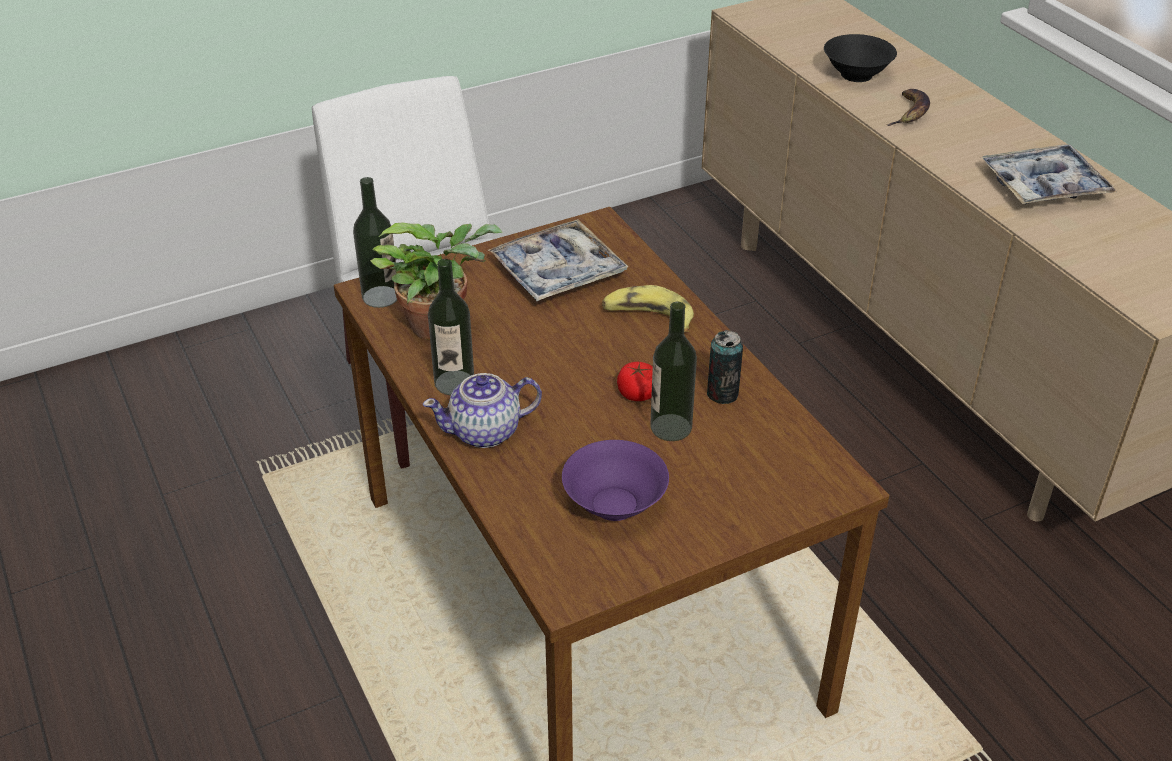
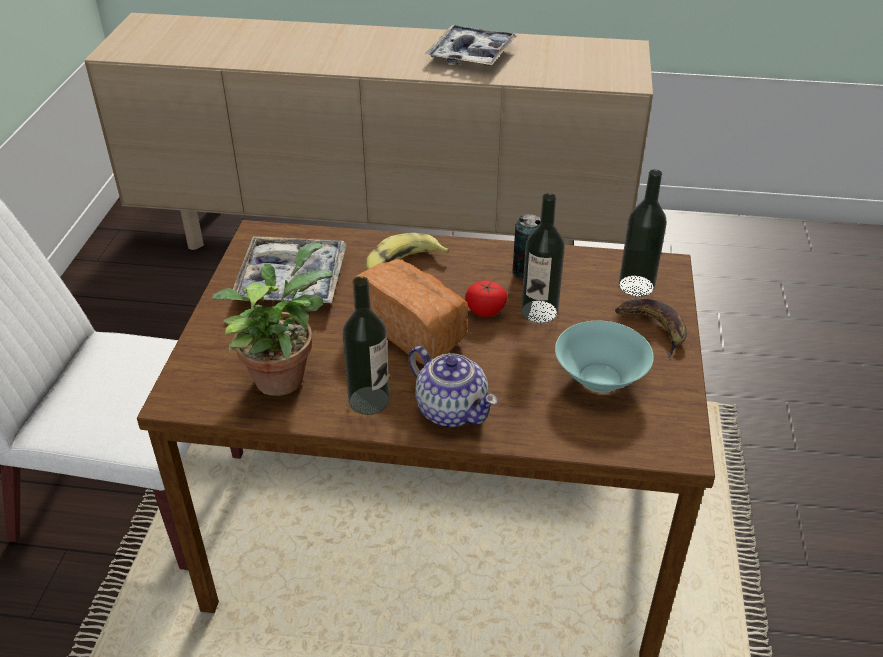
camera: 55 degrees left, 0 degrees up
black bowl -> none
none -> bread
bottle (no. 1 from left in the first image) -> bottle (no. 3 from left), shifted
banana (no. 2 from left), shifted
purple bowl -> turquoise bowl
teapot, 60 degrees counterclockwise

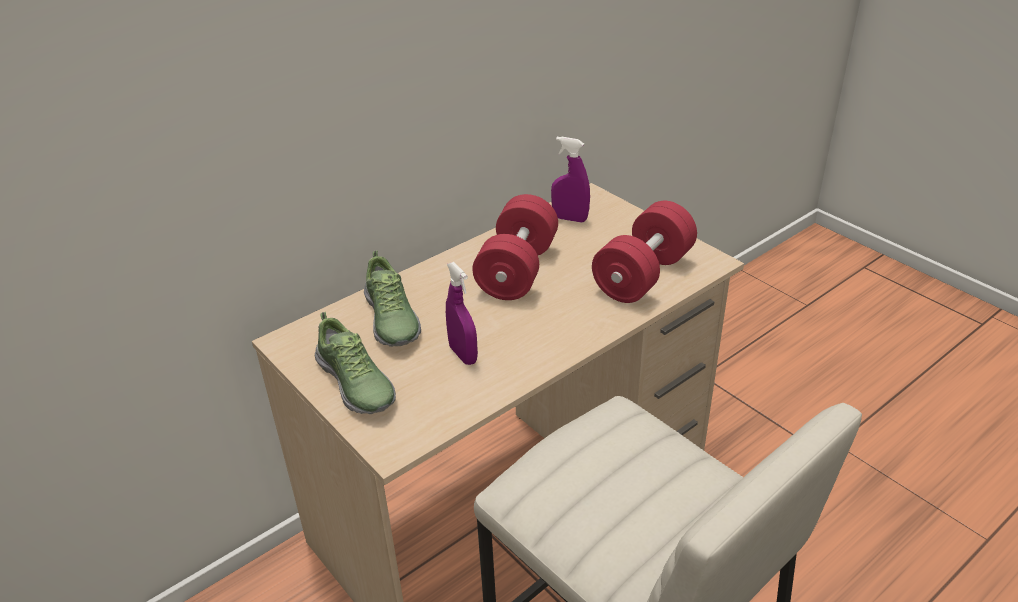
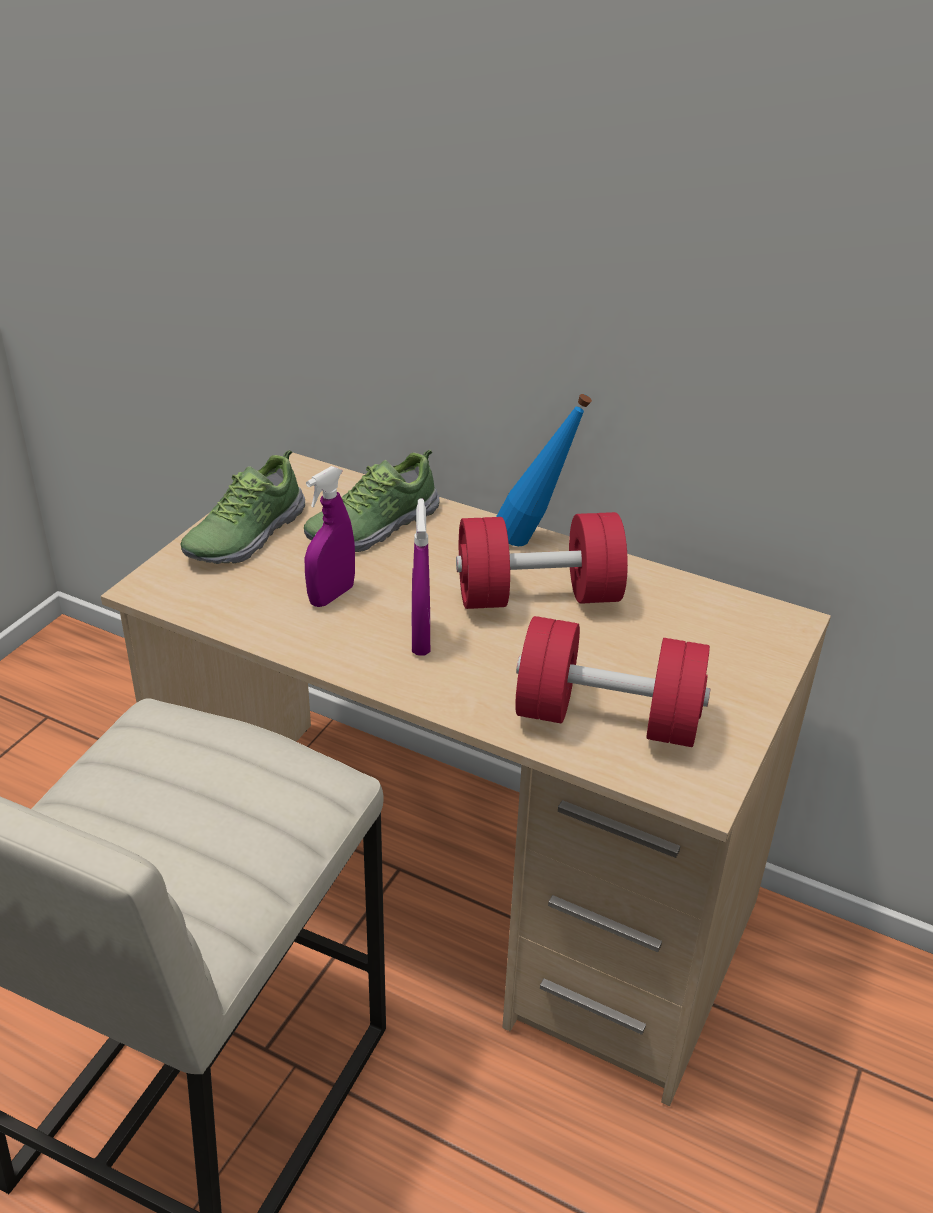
camera: 65 degrees right, 0 degrees up
none -> blue bottle
purple spray bottle (no. 2 from left), shifted

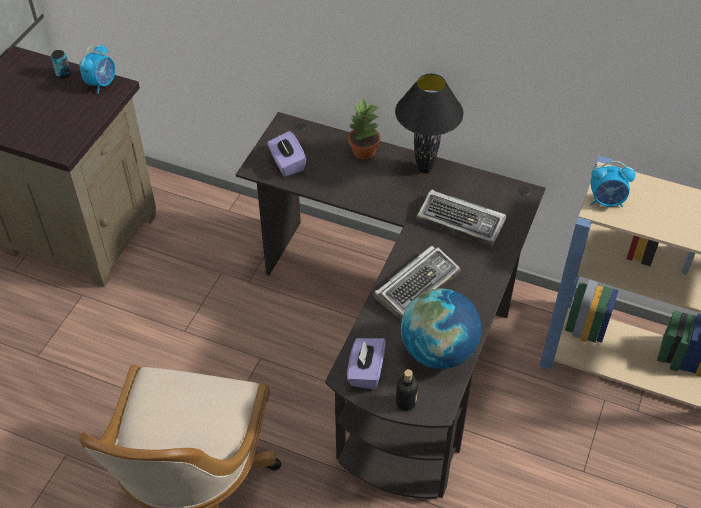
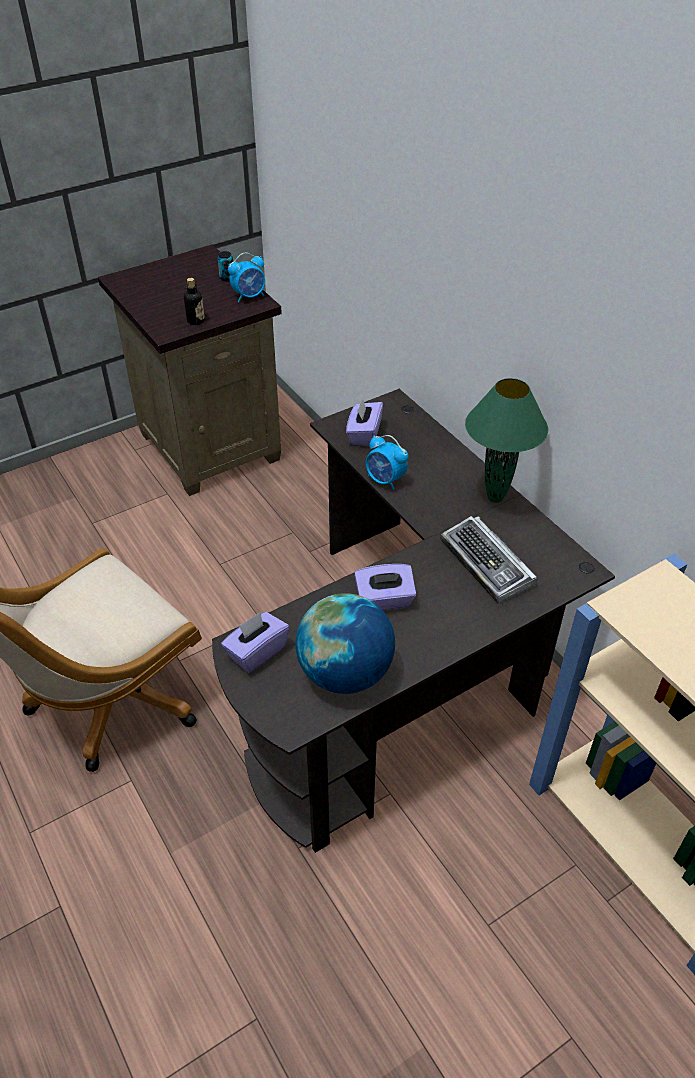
camera: 35 degrees right, 5 degrees down
potted plant -> none
bottle, shifted
alarm clock (no. 2 from left), shifted
keyboard (no. 1 from left) -> purple tissue box (no. 3 from left)
black table lamp -> green table lamp

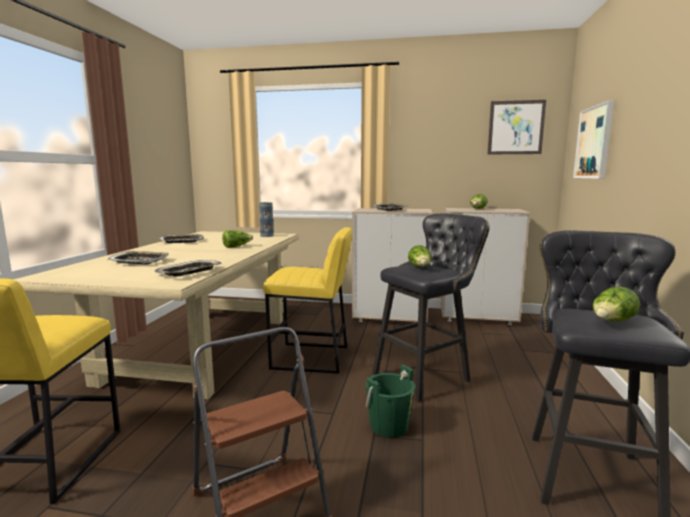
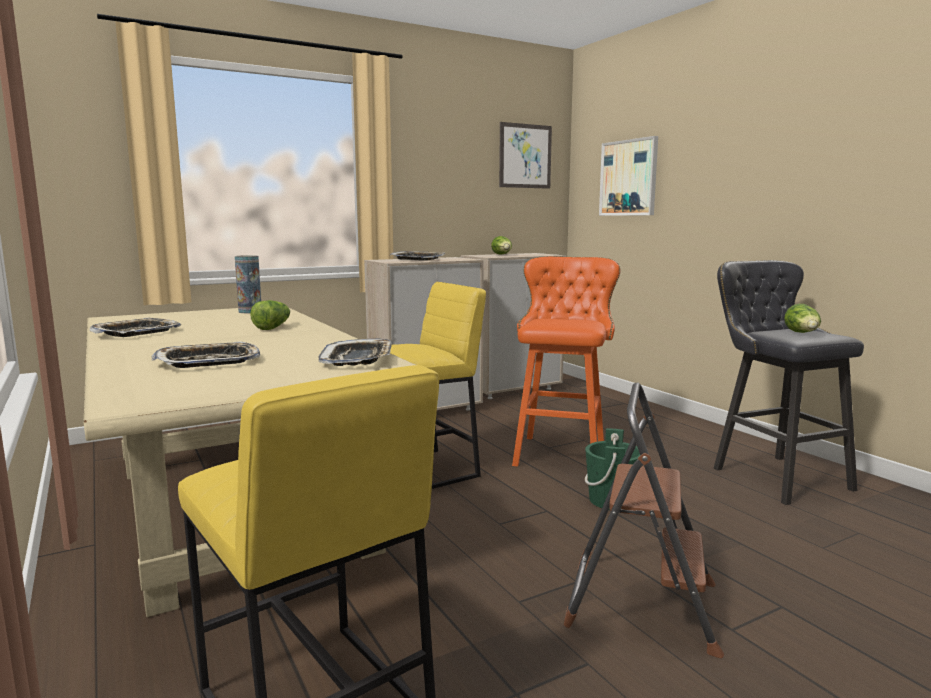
camera: 40 degrees left, 0 degrees up
lettuce (no. 2 from left) -> none
black stool (no. 1 from left) -> orange stool

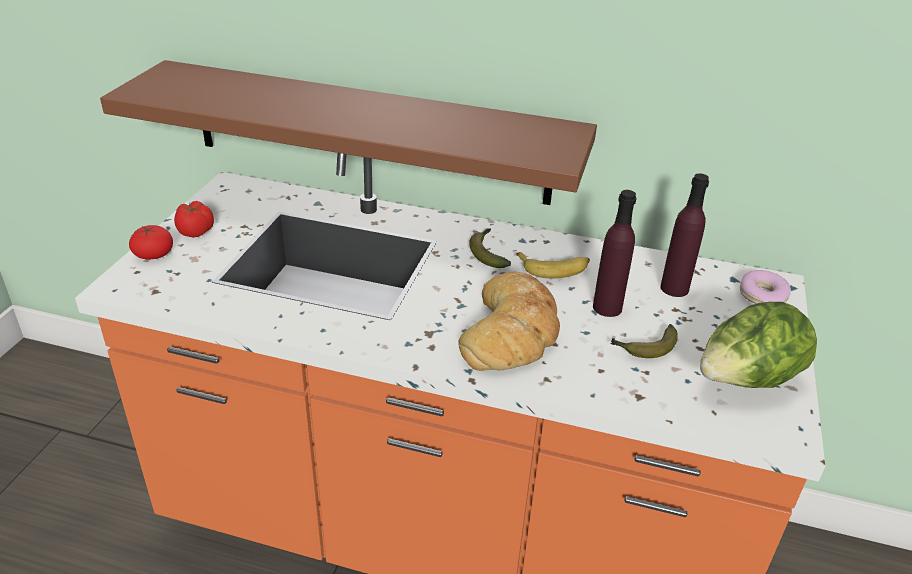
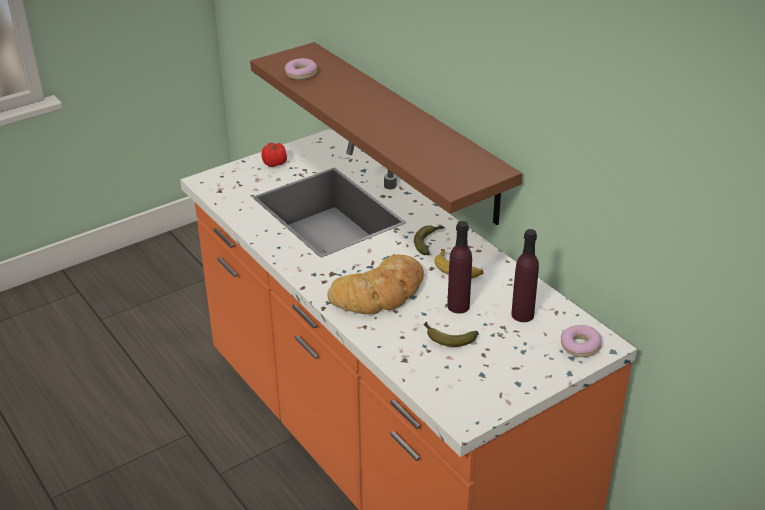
camera: 40 degrees right, 0 degrees up
tomato (no. 1 from left) -> none
lettuce -> none
none -> donut (no. 1 from left)

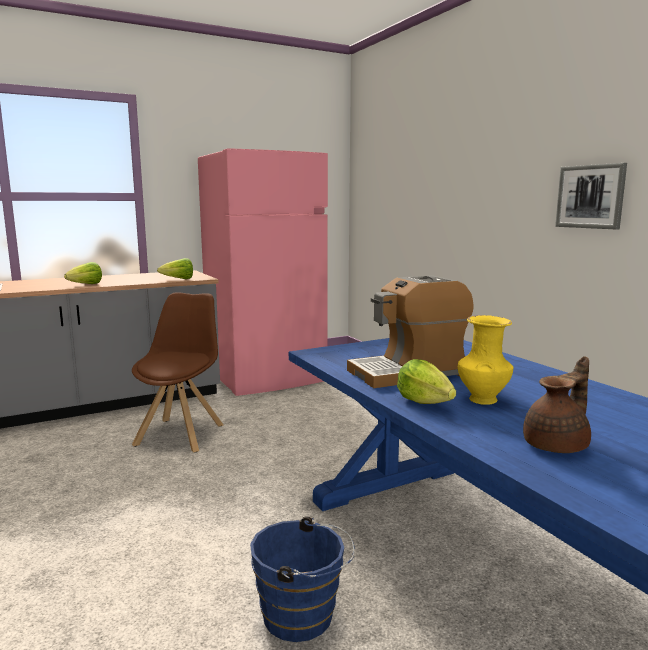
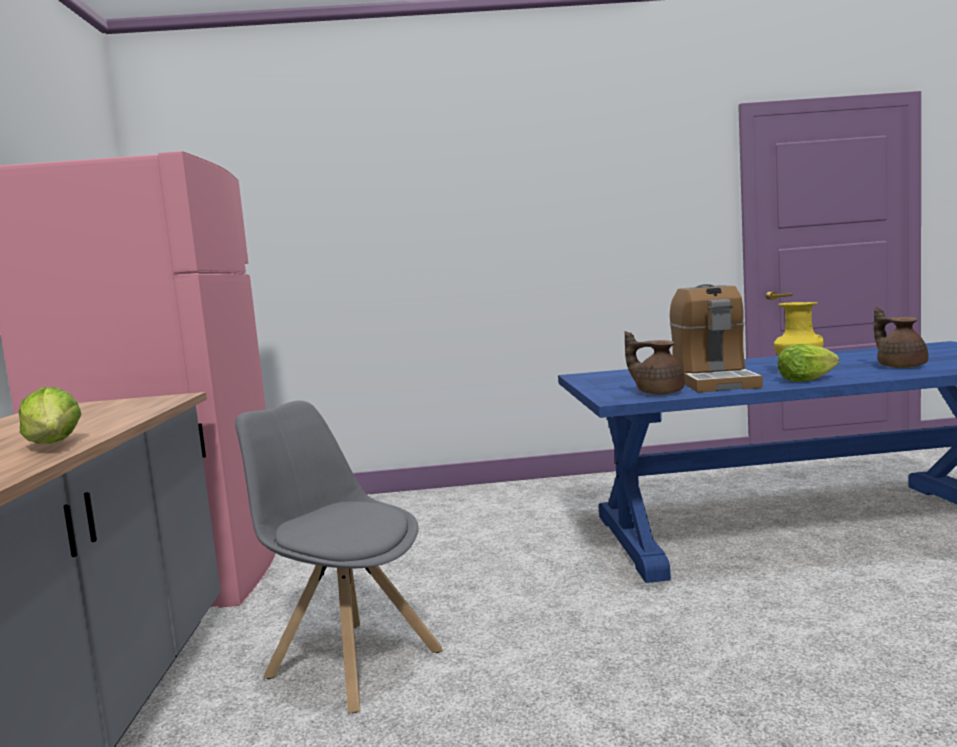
camera: 65 degrees left, 5 degrees down
lettuce (no. 2 from left) -> none
blue bucket -> none
picture -> none
none -> brown teapot (no. 1 from left)
brown chair -> grey chair

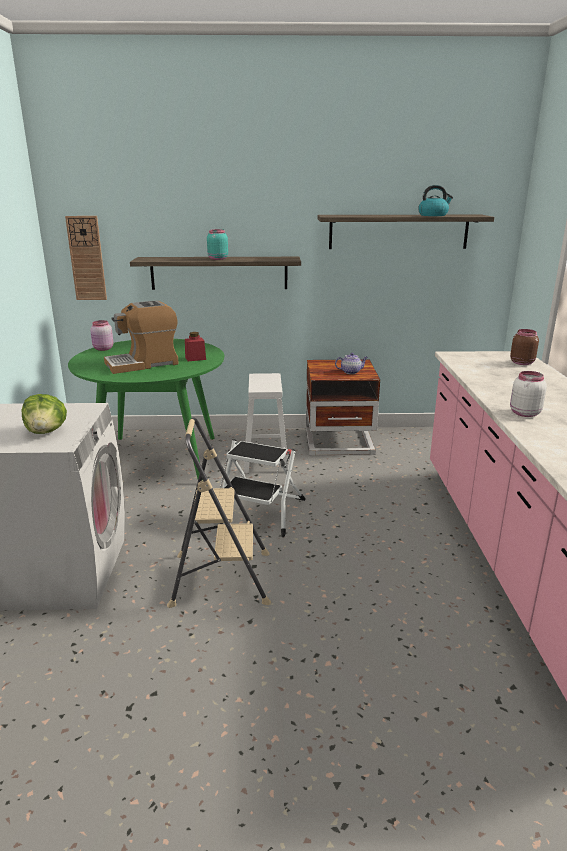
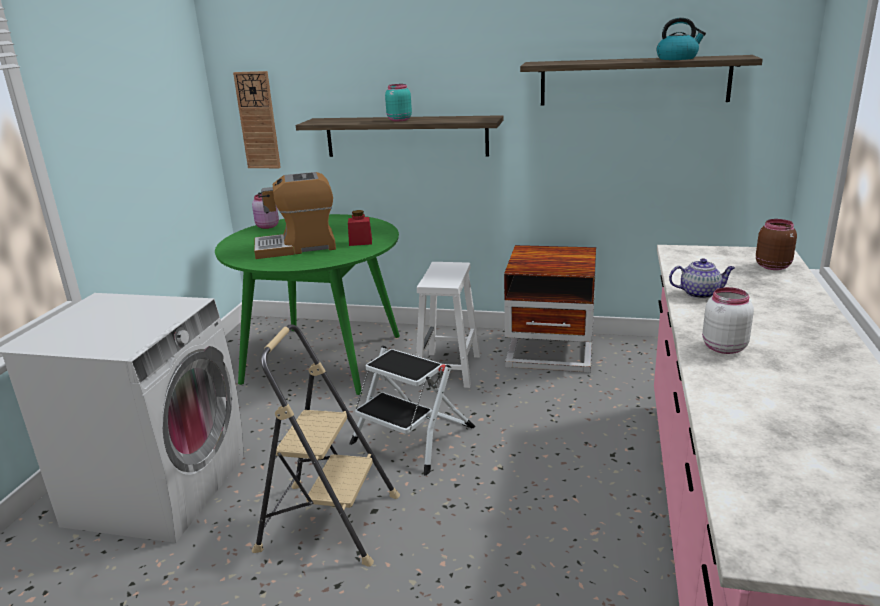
camera: 15 degrees right, 0 degrees up
lettuce -> none
teapot, shifted

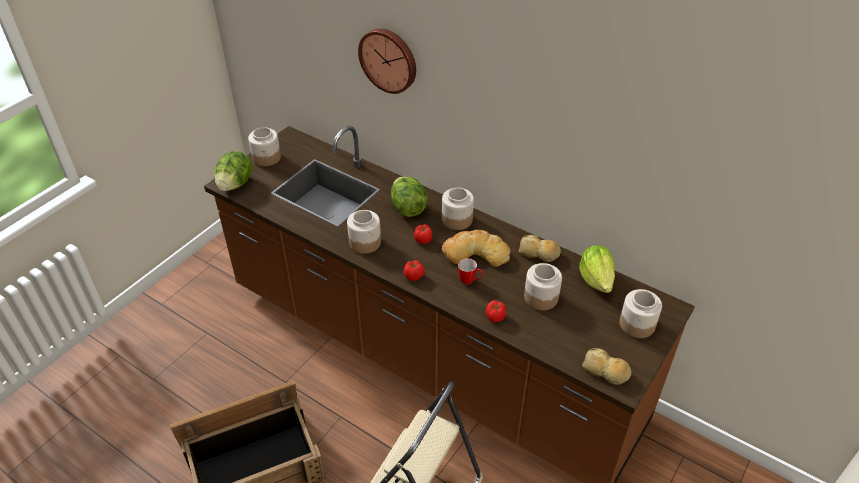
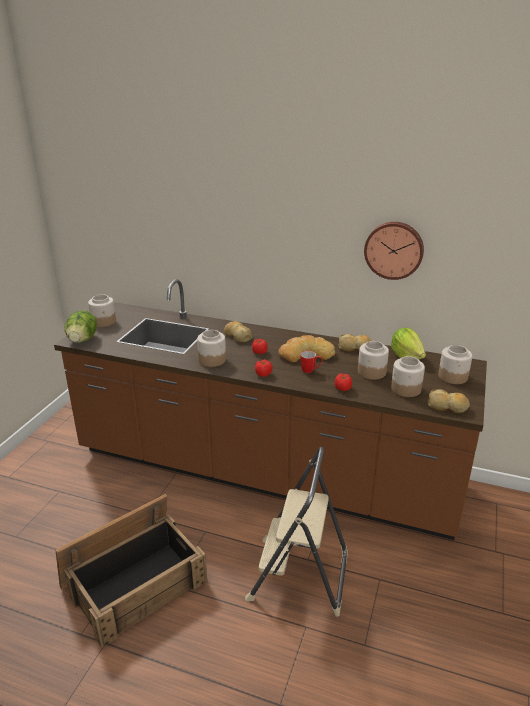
camera: 15 degrees left, 15 degrees down
wall clock, shifted
jar (no. 3 from left in the first image) -> jar (no. 4 from left), shifted
lettuce (no. 2 from left) -> bread (no. 1 from left)

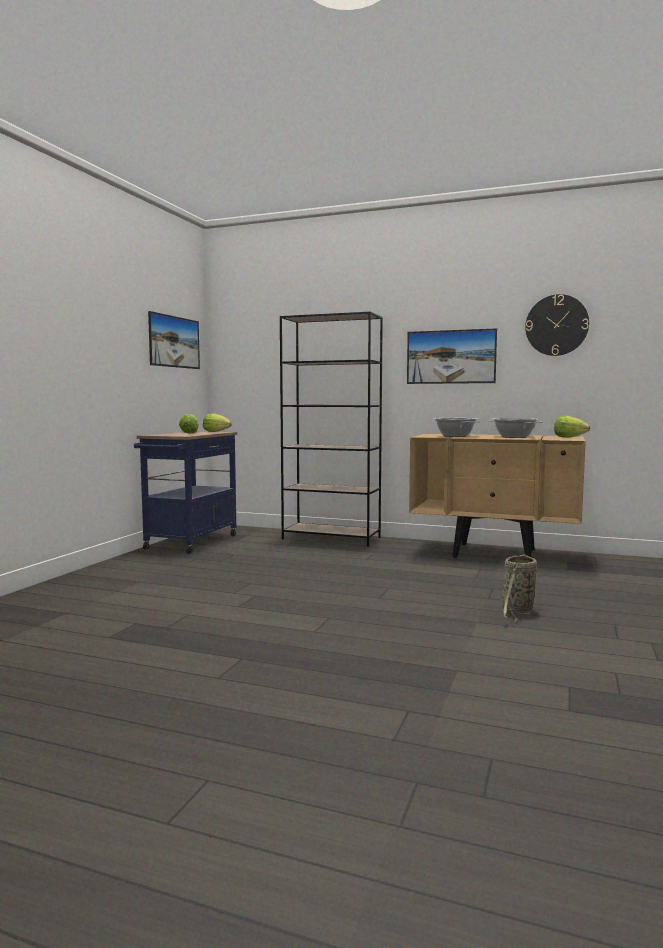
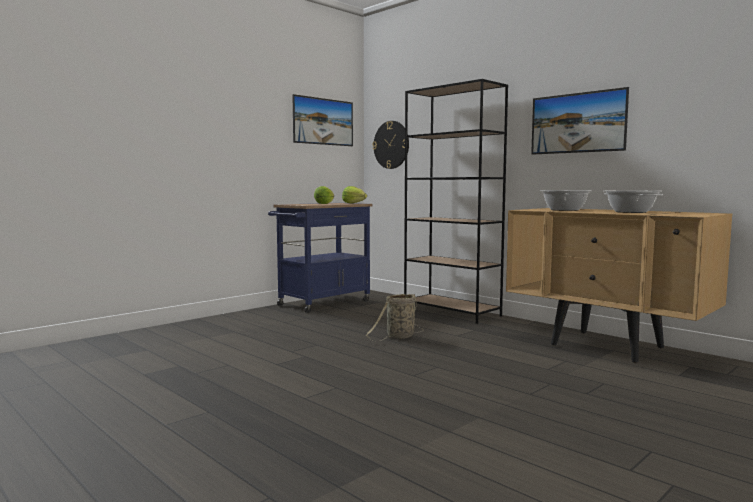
camera: 25 degrees right, 0 degrees up
lettuce (no. 3 from left) -> none
basket, shifted
wall clock, shifted

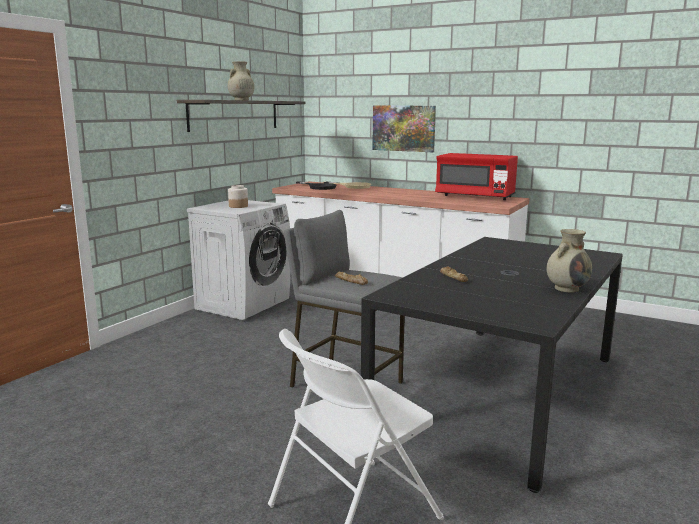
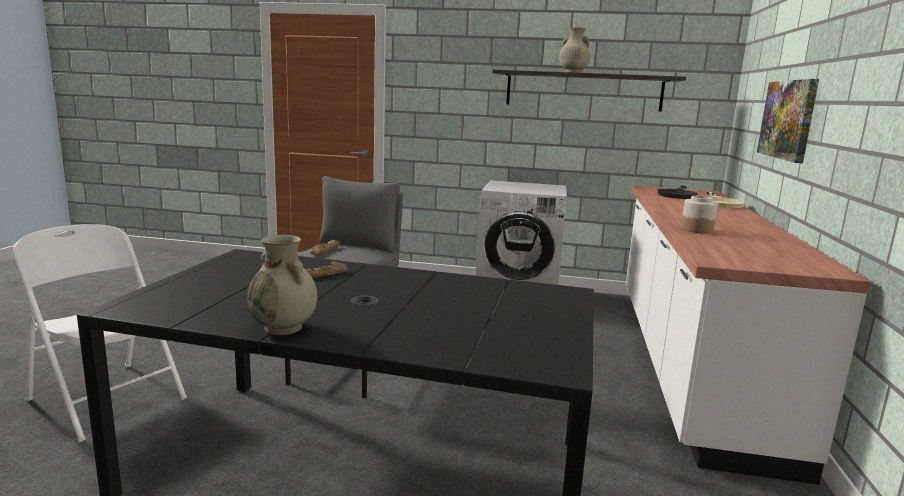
camera: 70 degrees right, 0 degrees up
red microwave -> none
jar, shifted

